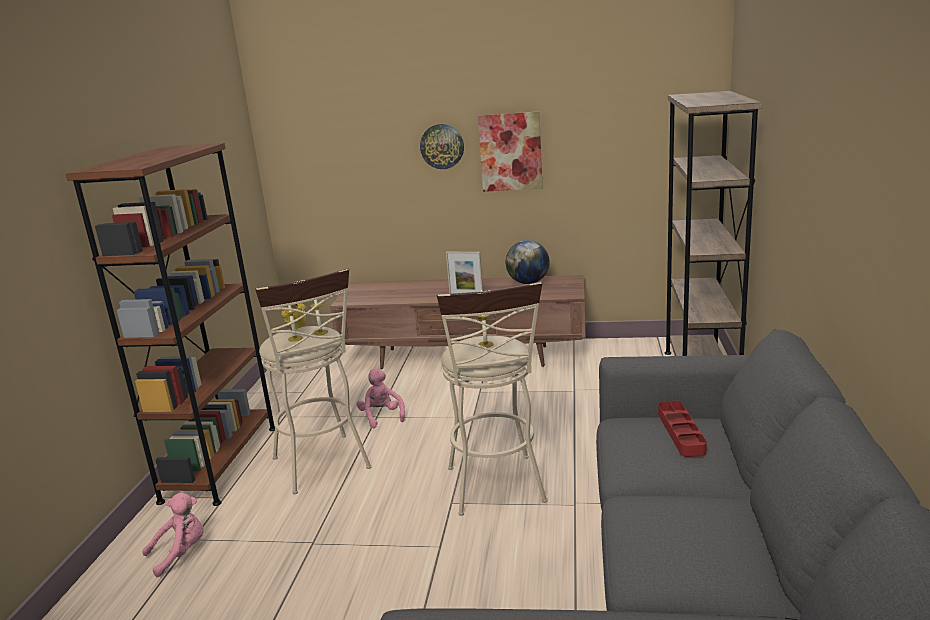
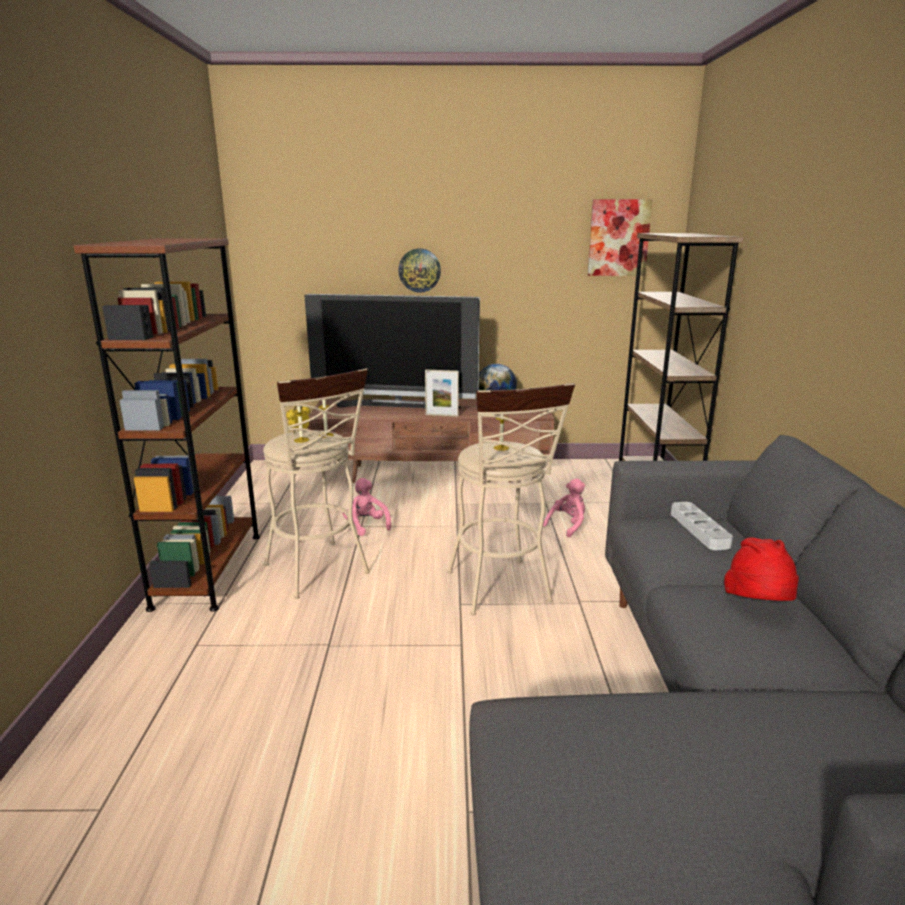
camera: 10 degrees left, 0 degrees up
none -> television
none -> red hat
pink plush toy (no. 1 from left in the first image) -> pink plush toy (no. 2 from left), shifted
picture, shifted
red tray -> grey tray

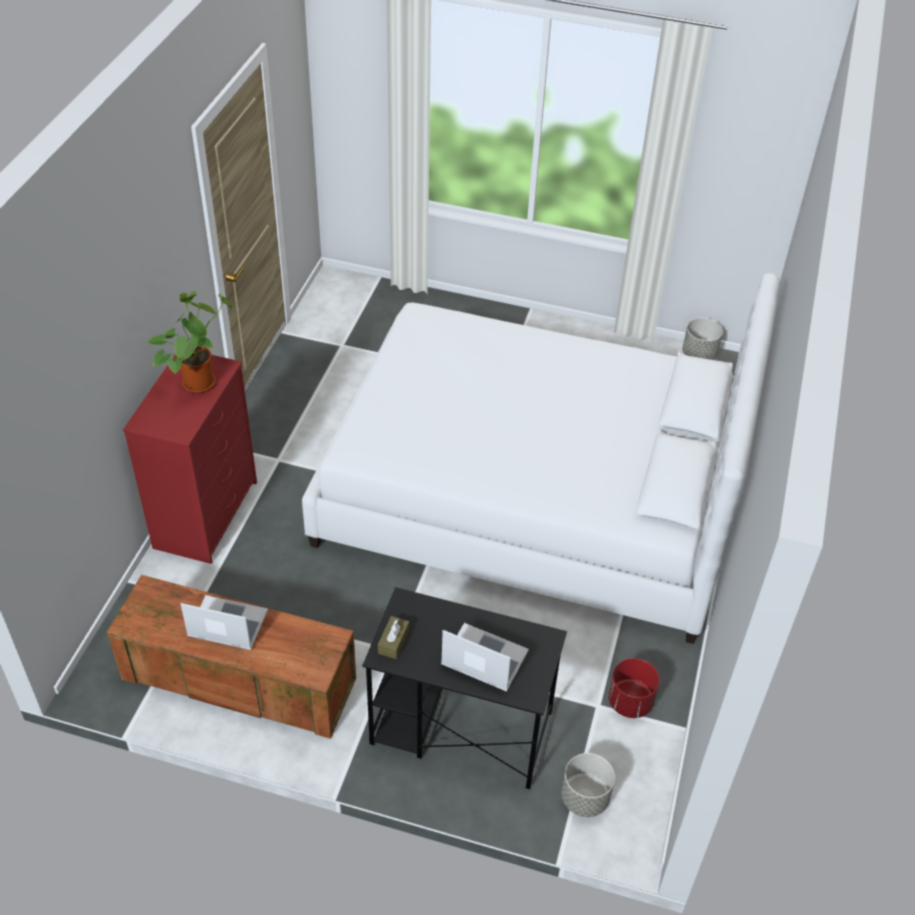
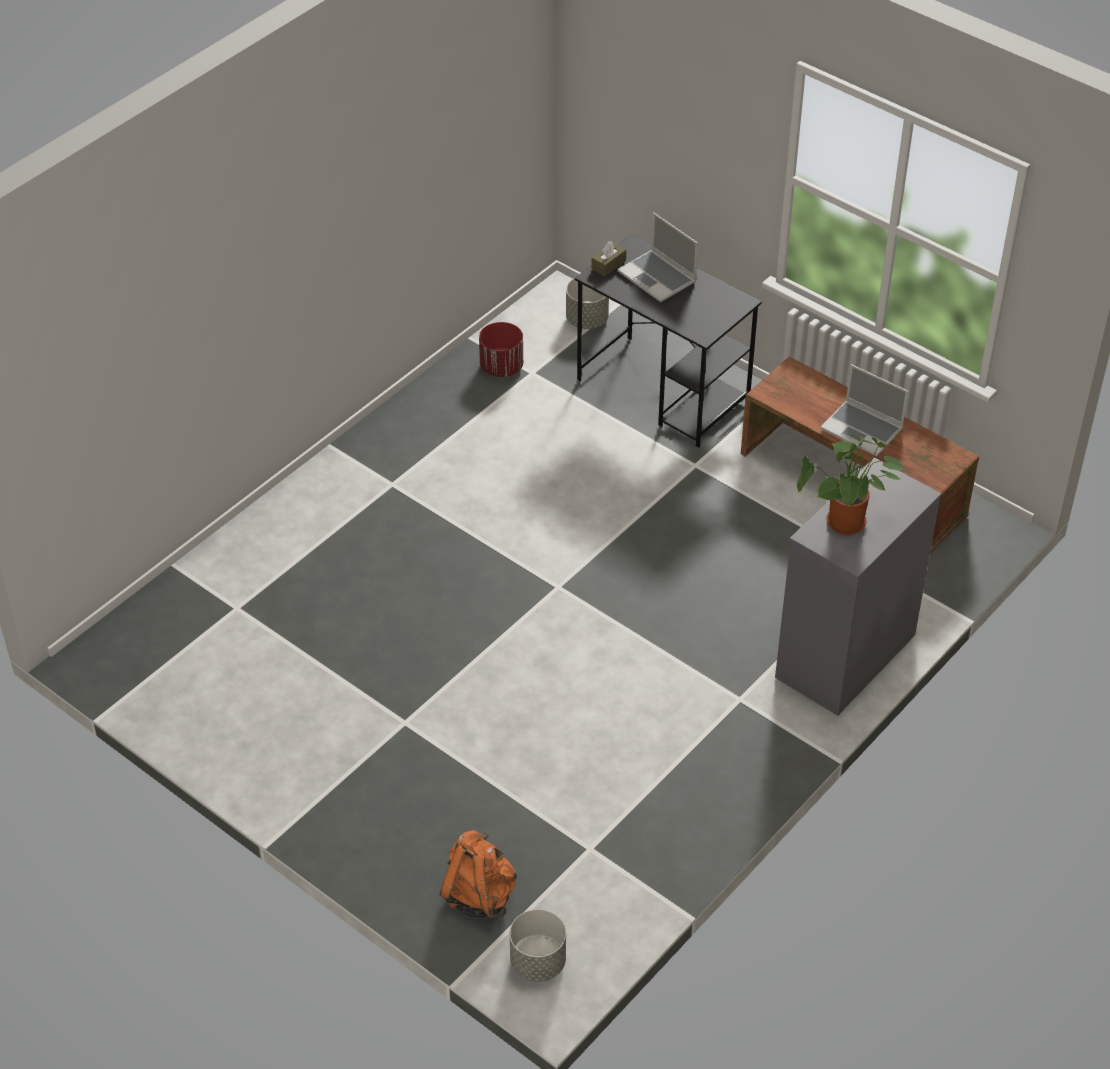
camera: 155 degrees left, 0 degrees up
white bed -> none
none -> orange backpack
brown tissue box, shifted
grey planter (no. 2 from left in the first image) -> grey planter (no. 1 from left), shifted
red dresser -> grey dresser

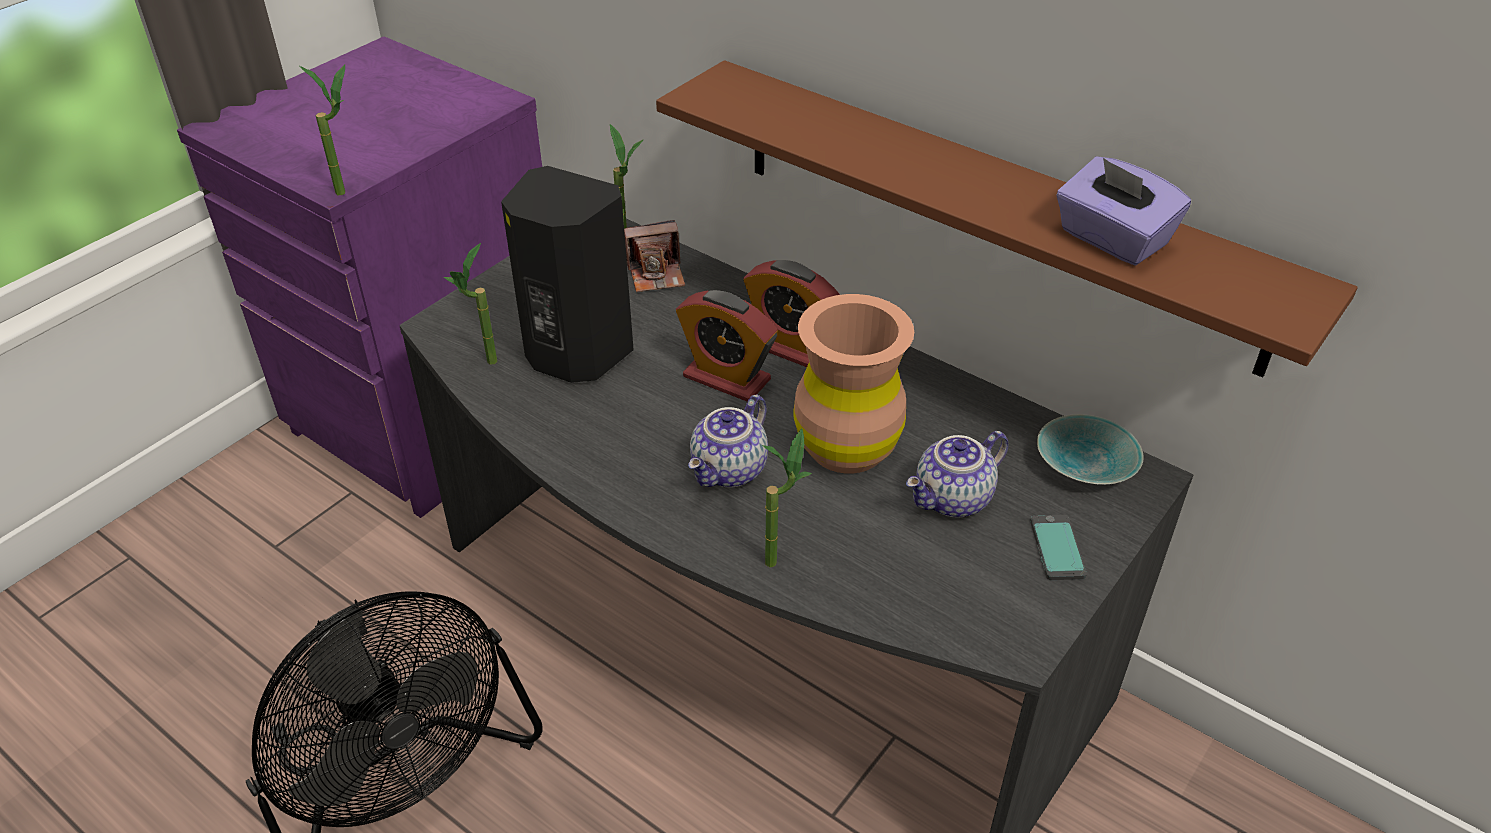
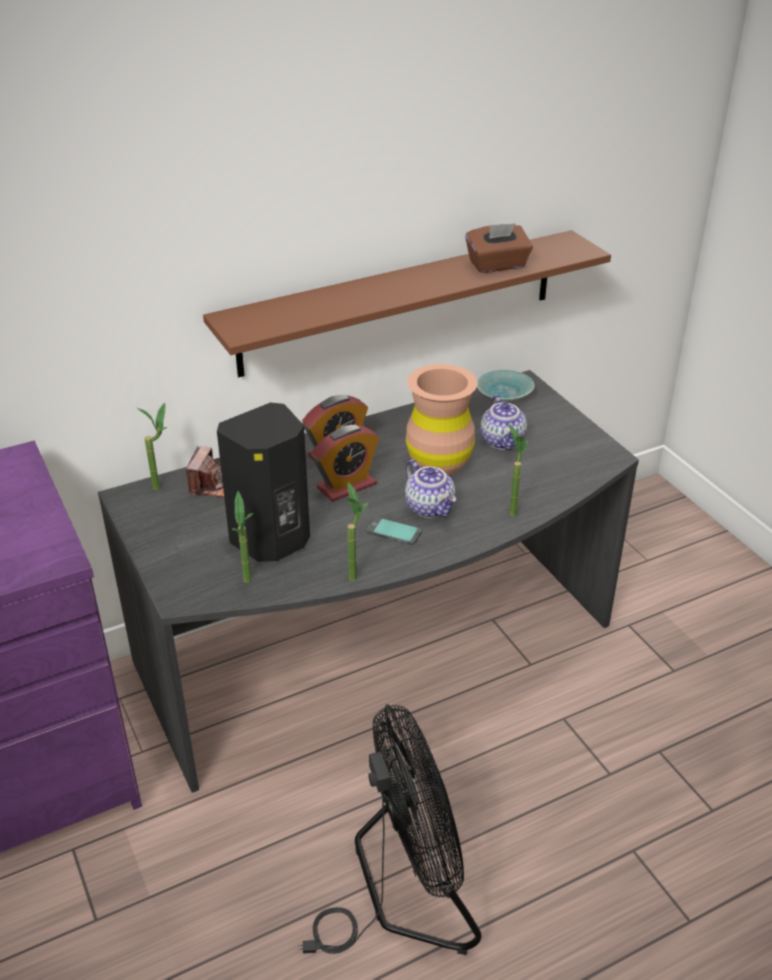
camera: 65 degrees left, 5 degrees down
potted plant (no. 1 from left in the first image) -> potted plant (no. 3 from left), shifted
phone, shifted
purple tissue box -> brown tissue box

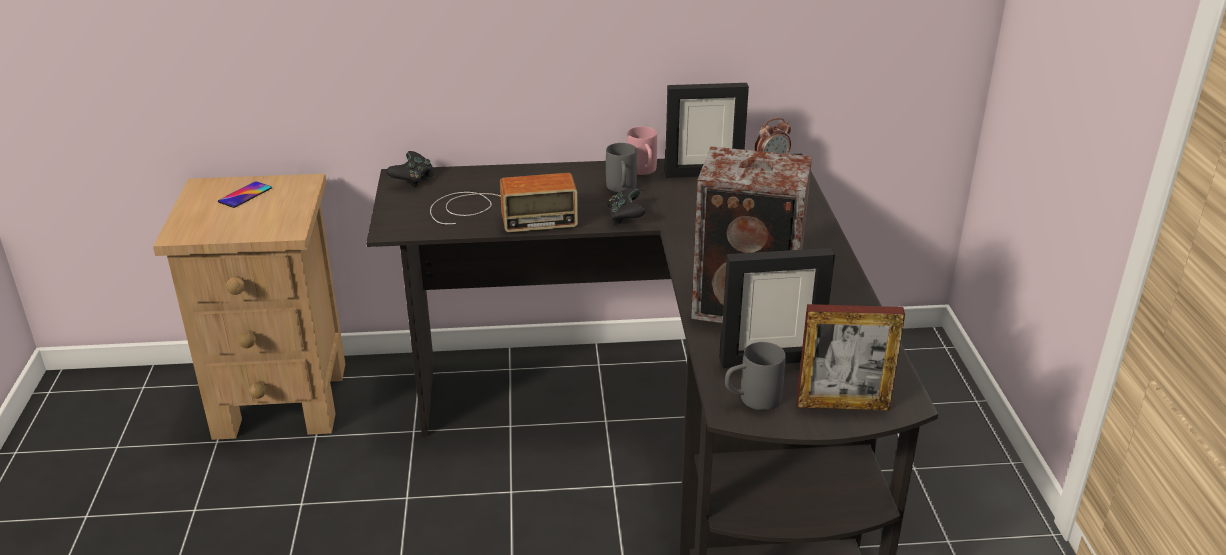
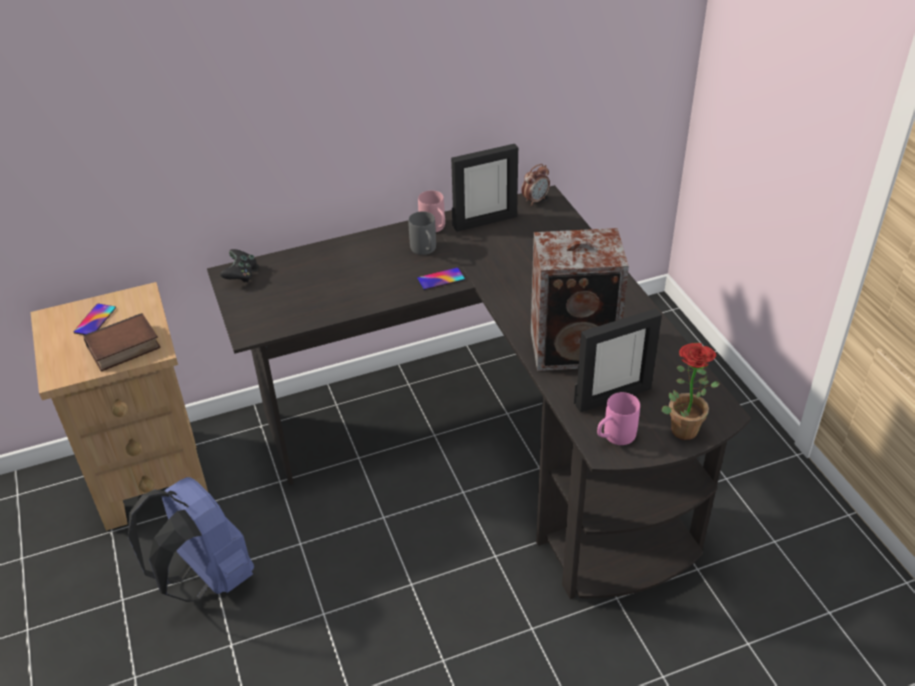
camera: 15 degrees left, 10 degrees up
radio -> none
none -> book
none -> blue backpack
black game controller (no. 2 from left) -> phone (no. 2 from left)
picture frame (no. 3 from left) -> potted plant
grey mug (no. 2 from left) -> pink mug (no. 2 from left)

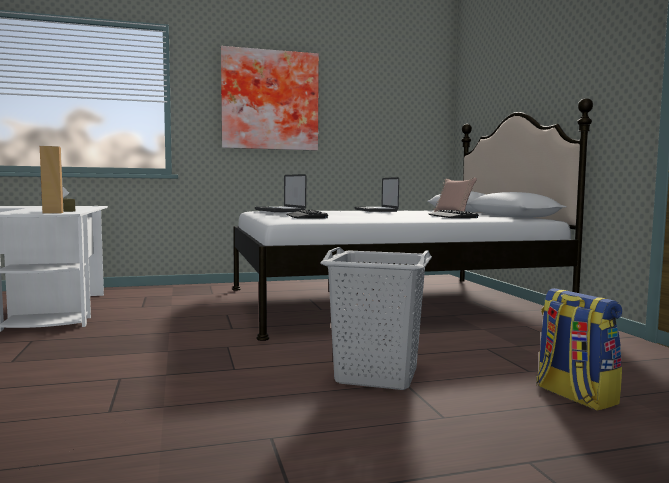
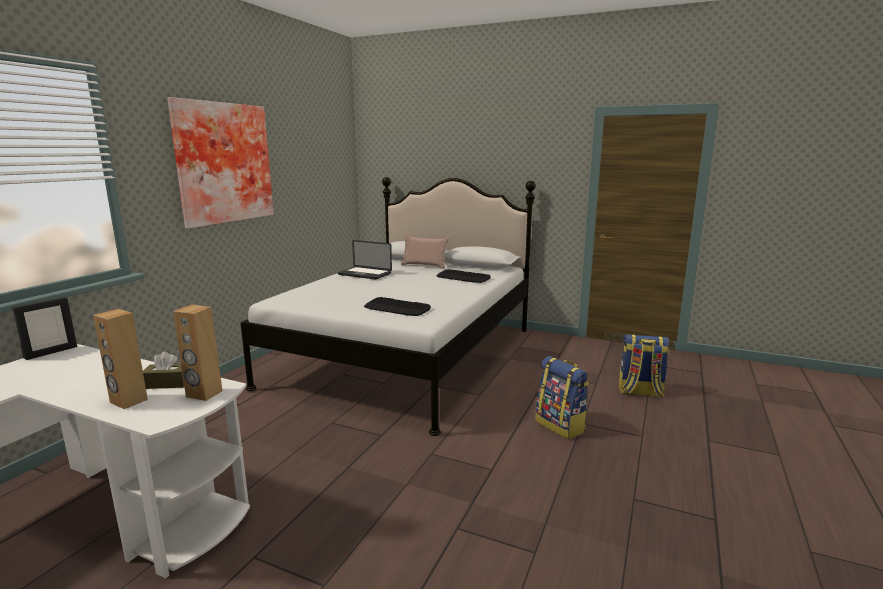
camera: 50 degrees left, 10 degrees up
laptop (no. 1 from left) -> none
none -> picture frame
none -> brown speaker (no. 1 from left)
grey laundry basket -> backpack (no. 1 from left)

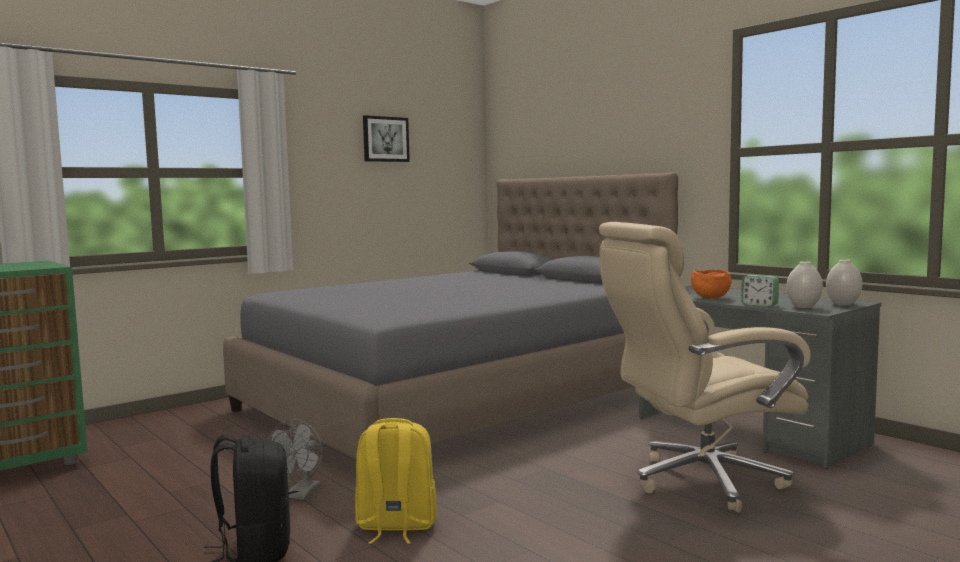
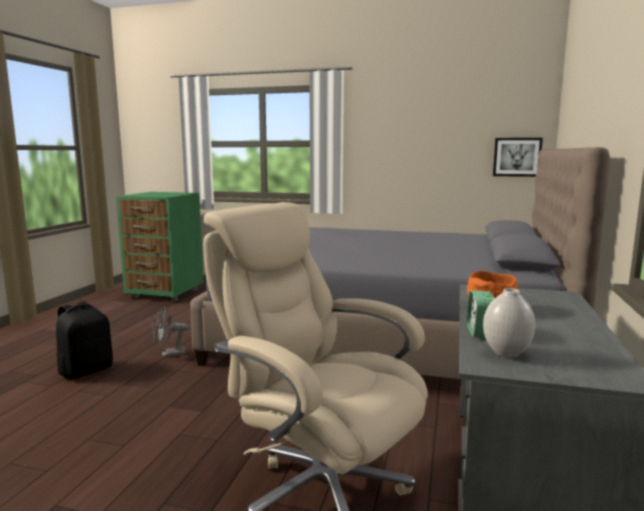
camera: 55 degrees right, 5 degrees up
yellow backpack -> none
white vase (no. 2 from left) -> none
picture, shifted

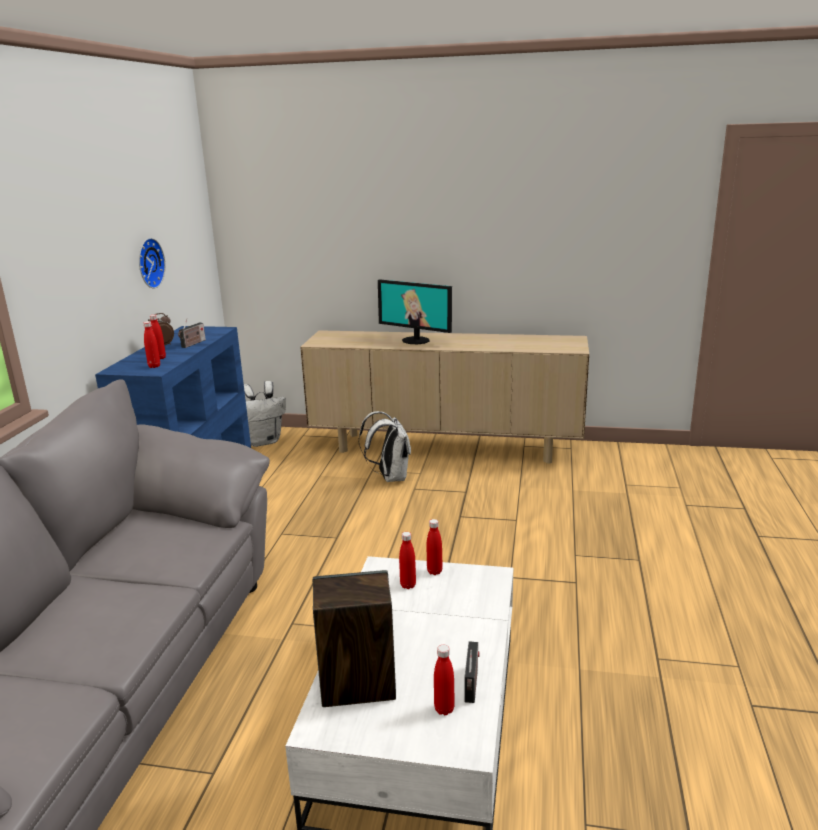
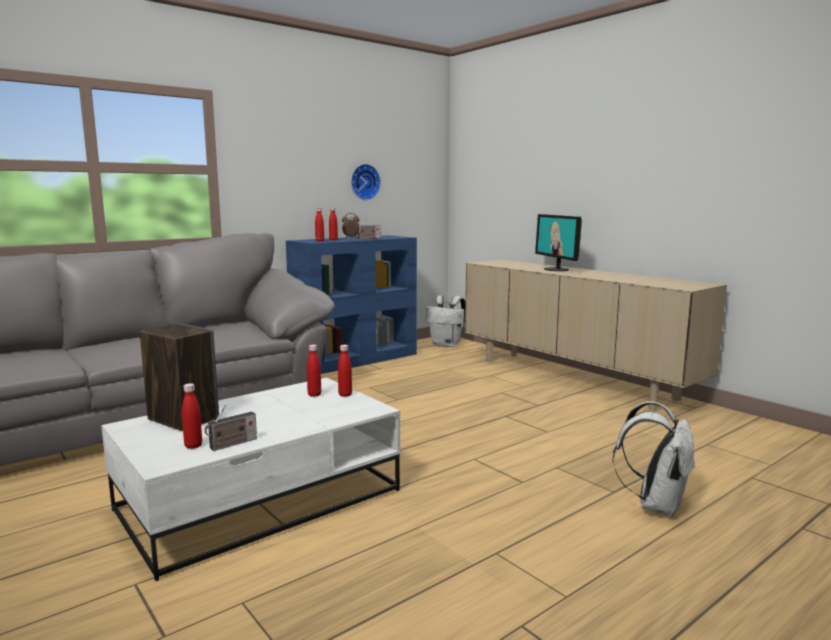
camera: 40 degrees right, 10 degrees down
white backpack (no. 2 from left), shifted

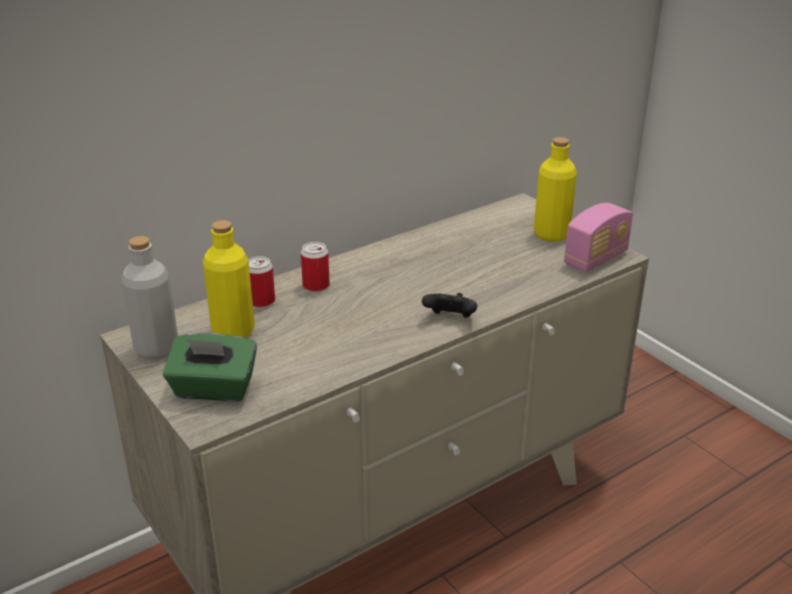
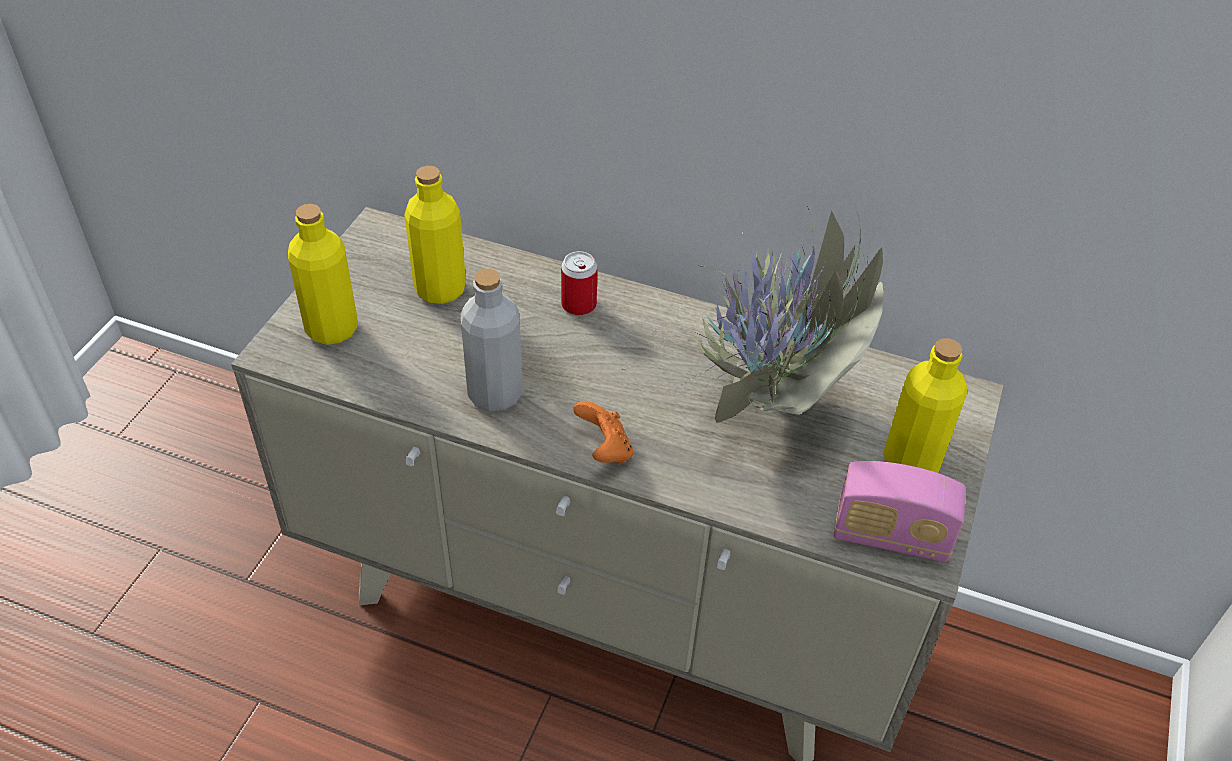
camera: 55 degrees right, 15 degrees up
can (no. 1 from left) -> none
none -> potted plant
grey bottle, shifted
green tissue box -> yellow bottle (no. 1 from left)
black game controller -> orange game controller

